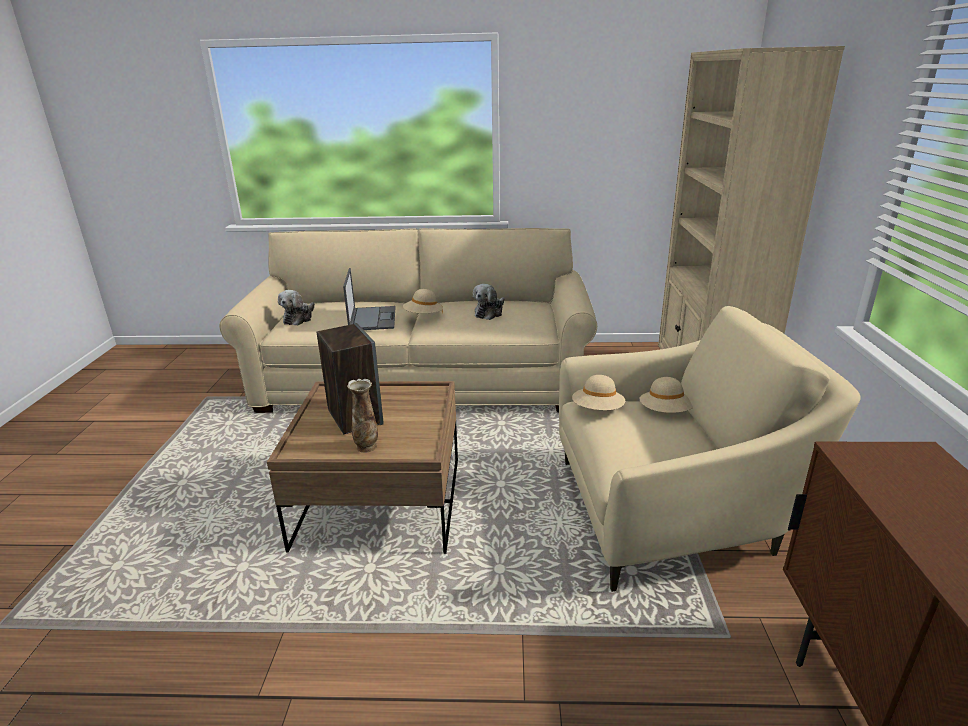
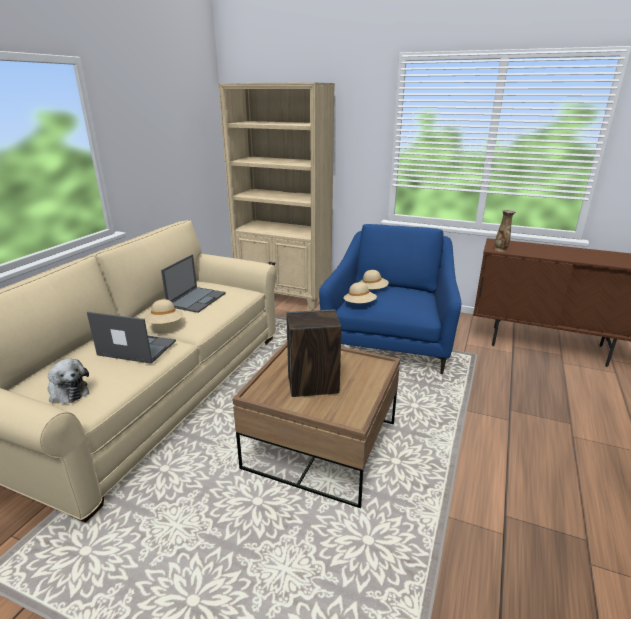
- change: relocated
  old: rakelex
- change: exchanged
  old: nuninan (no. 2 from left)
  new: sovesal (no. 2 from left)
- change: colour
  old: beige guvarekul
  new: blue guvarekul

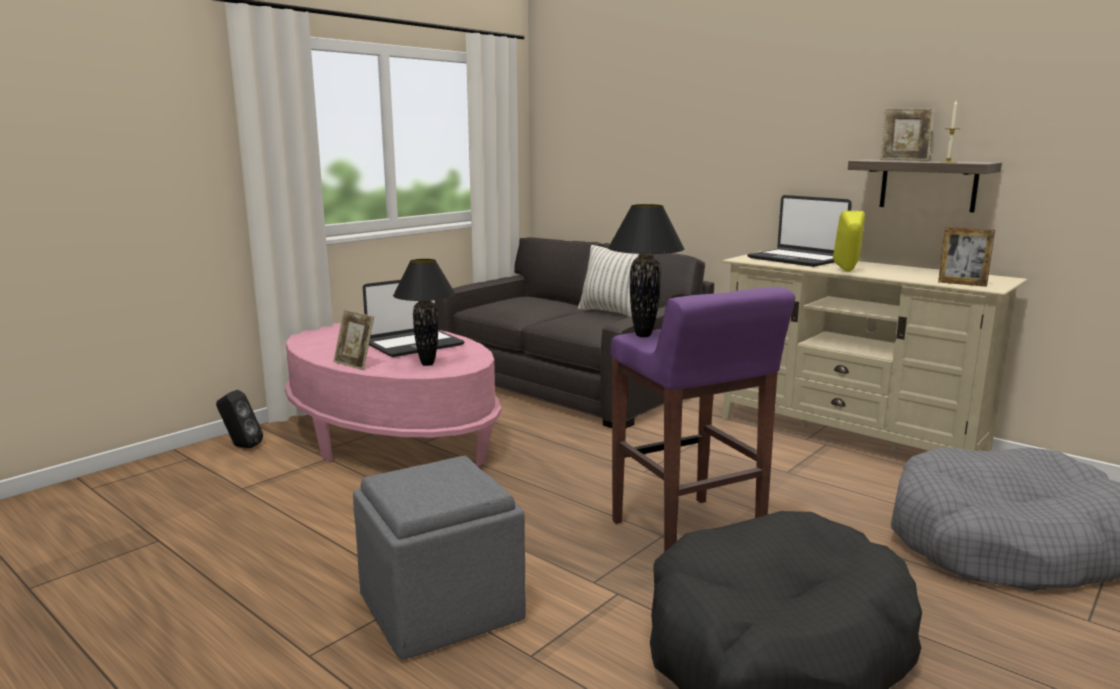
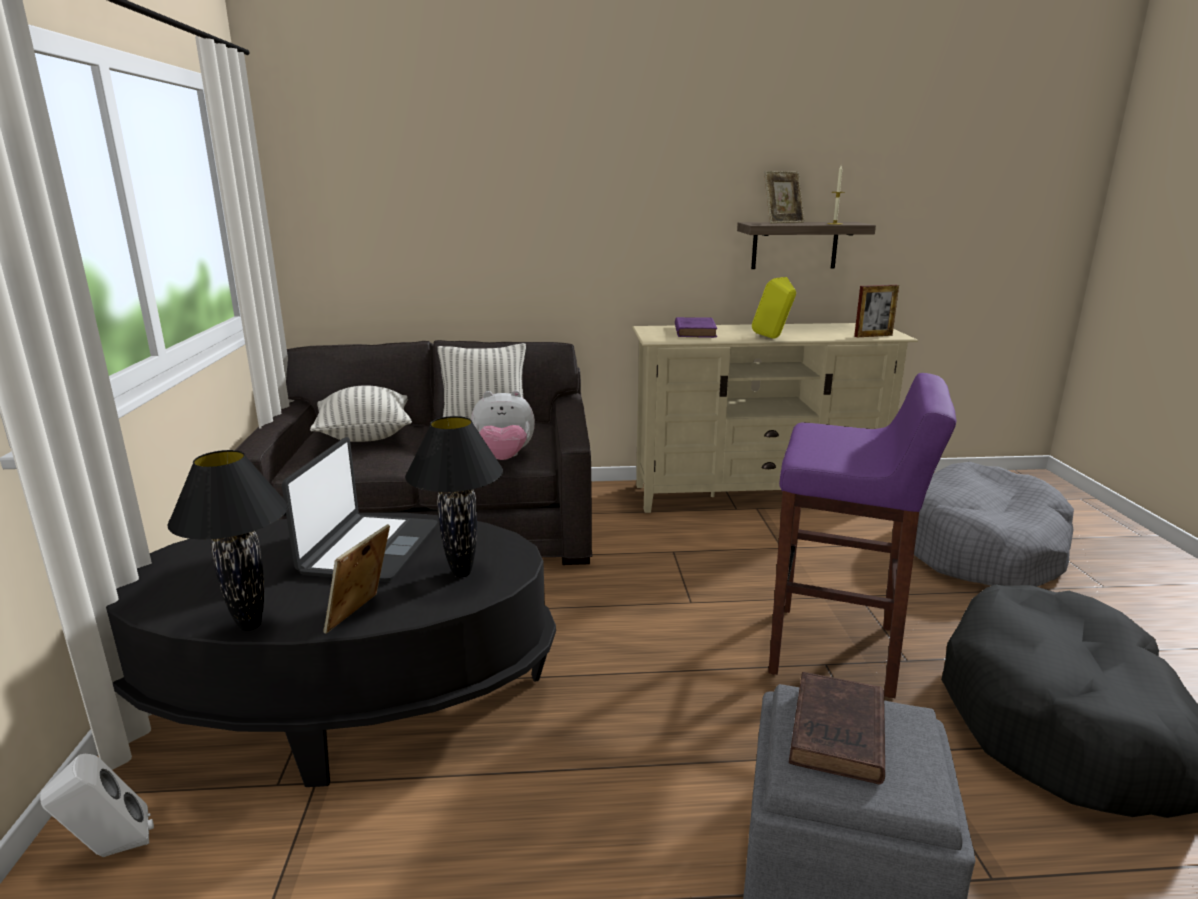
- change: colour
  old: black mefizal
  new: white mefizal
- change: colour
  old: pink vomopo
  new: black vomopo
- change: spun
  old: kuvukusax (no. 1 from left)
  degrees: 120
- change: relocated
  old: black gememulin (no. 2 from left in the first image)
  new: black gememulin (no. 1 from left)
- change: exchanged
  old: sovesal (no. 2 from left)
  new: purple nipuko
- change: appeared
  new: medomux (no. 1 from left)
- change: appeared
  new: nuninan
- change: appeared
  new: brown nipuko

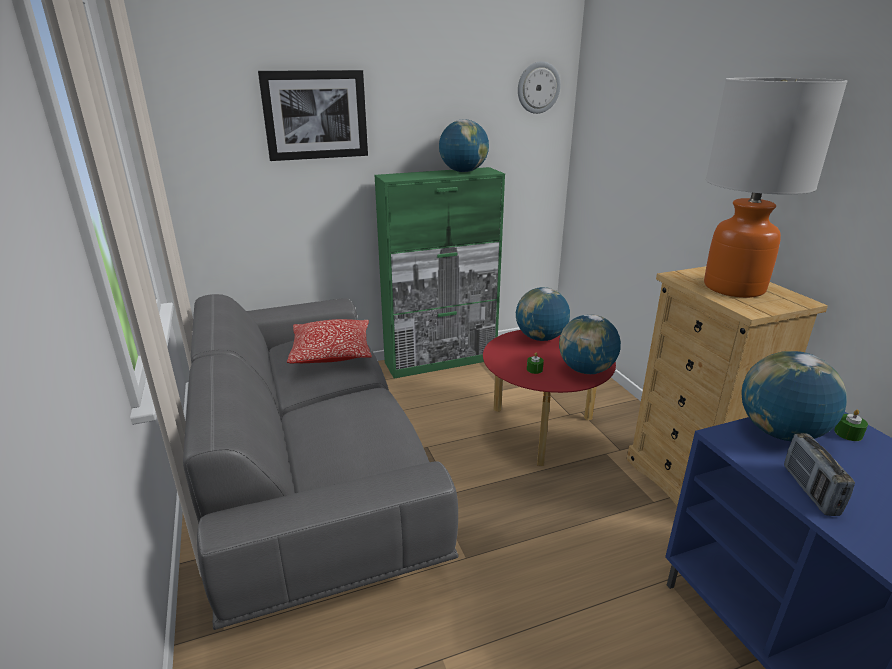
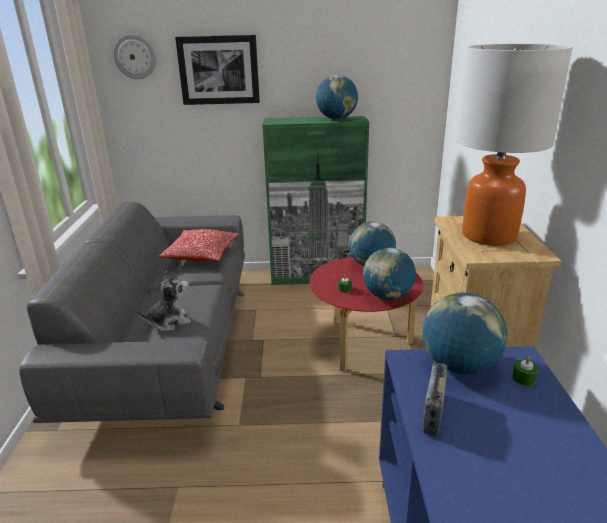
- change: relocated
  old: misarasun
- change: appeared
  new: nuninan

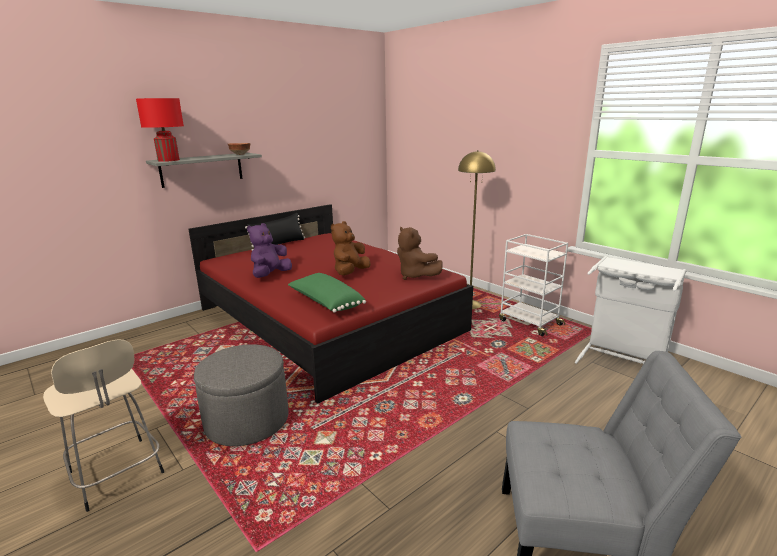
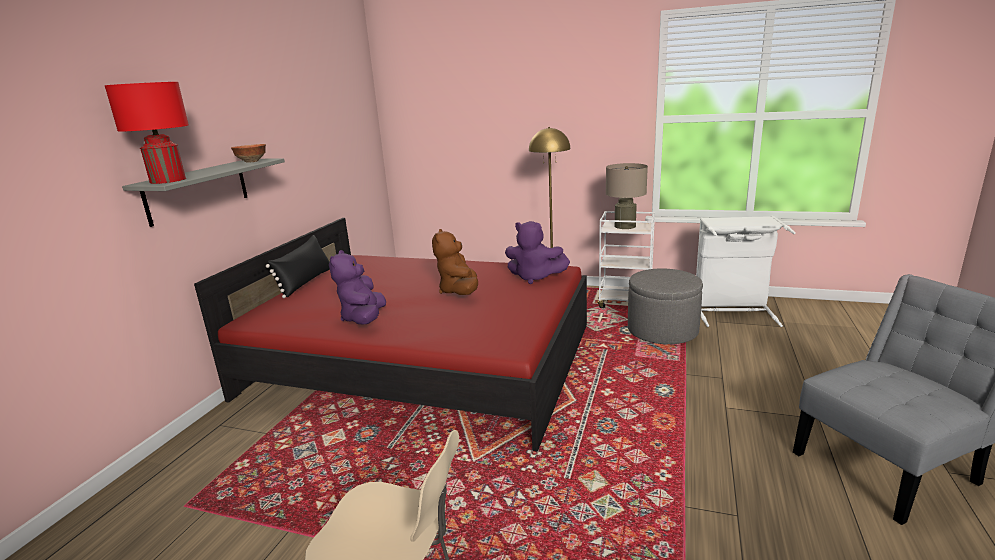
- change: relocated
  old: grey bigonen
- change: missing
  old: green medomux
- change: colour
  old: brown nuninan (no. 2 from left)
  new: purple nuninan (no. 2 from left)
- change: appeared
  new: beige gememulin

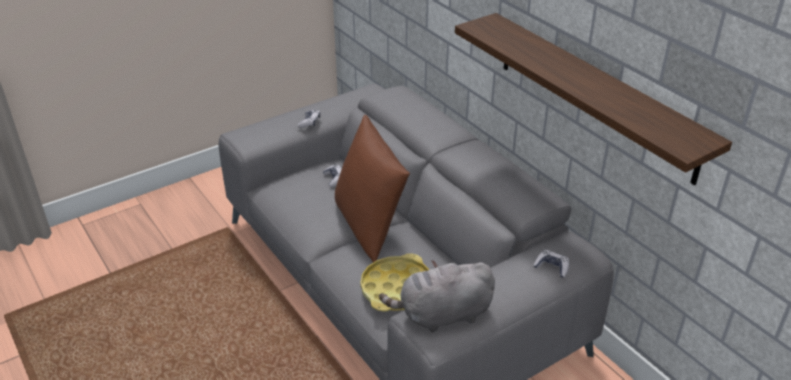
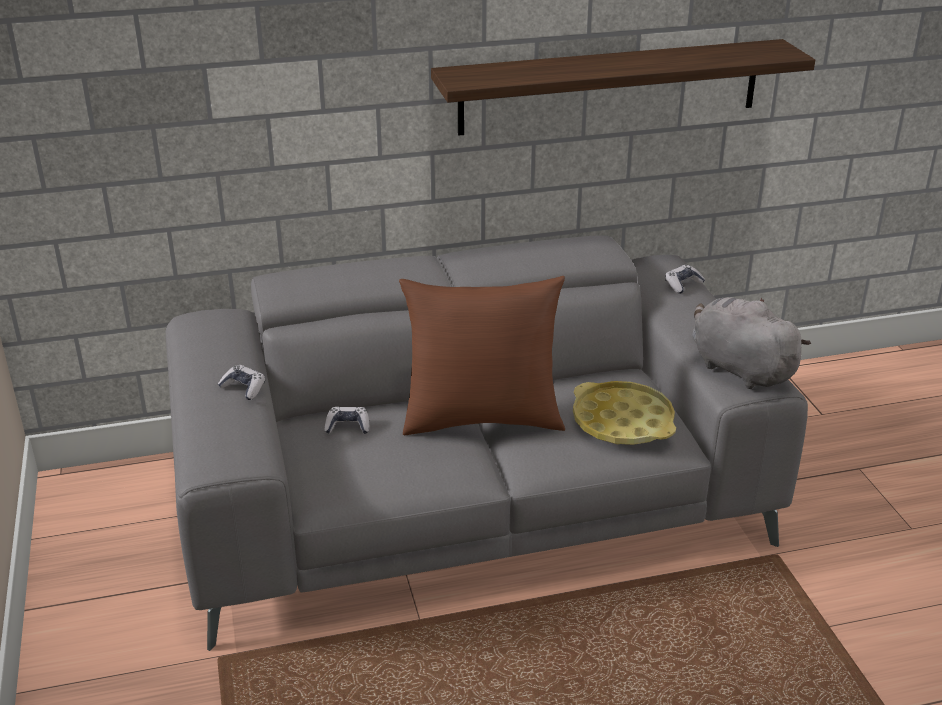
- change: spun
  old: grey nuninan
  degrees: 135

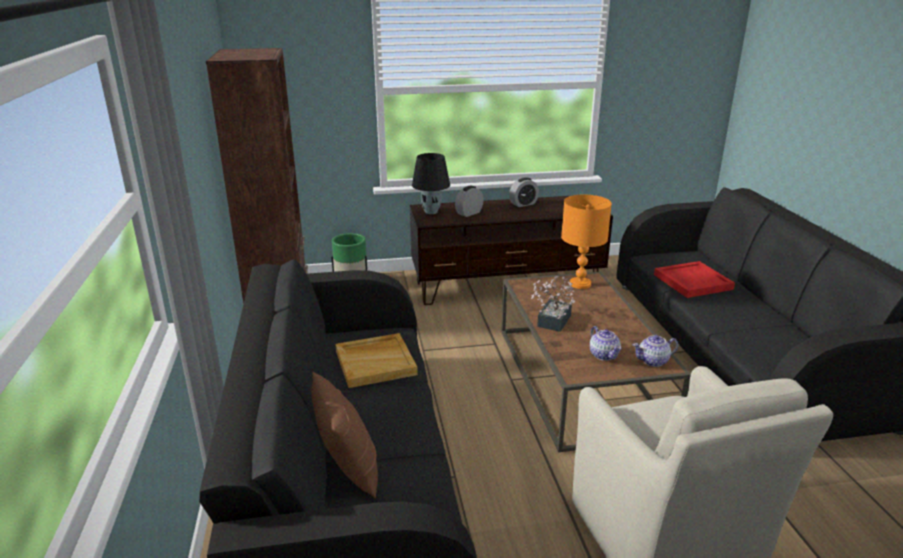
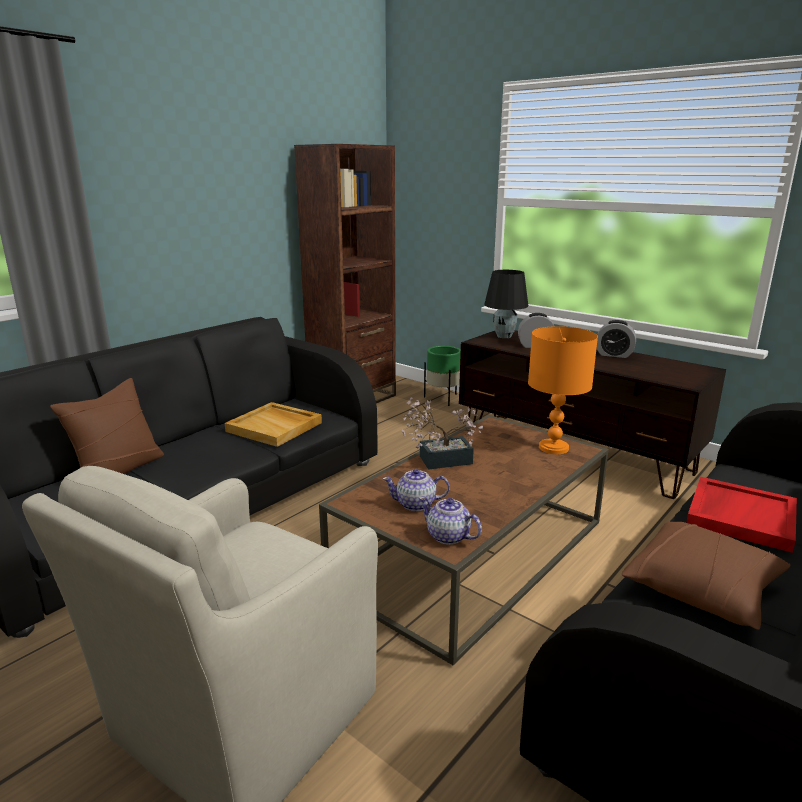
- change: spun
  old: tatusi (no. 1 from left)
  degrees: 60
- change: appeared
  new: brown medomux (no. 2 from left)

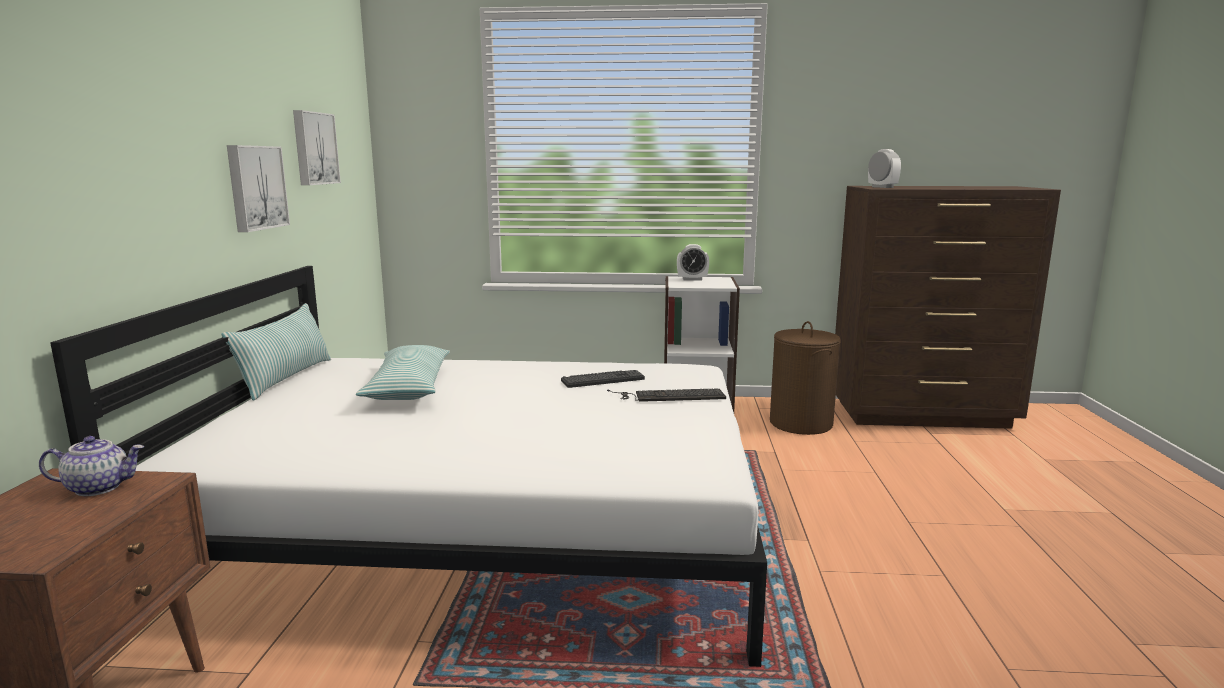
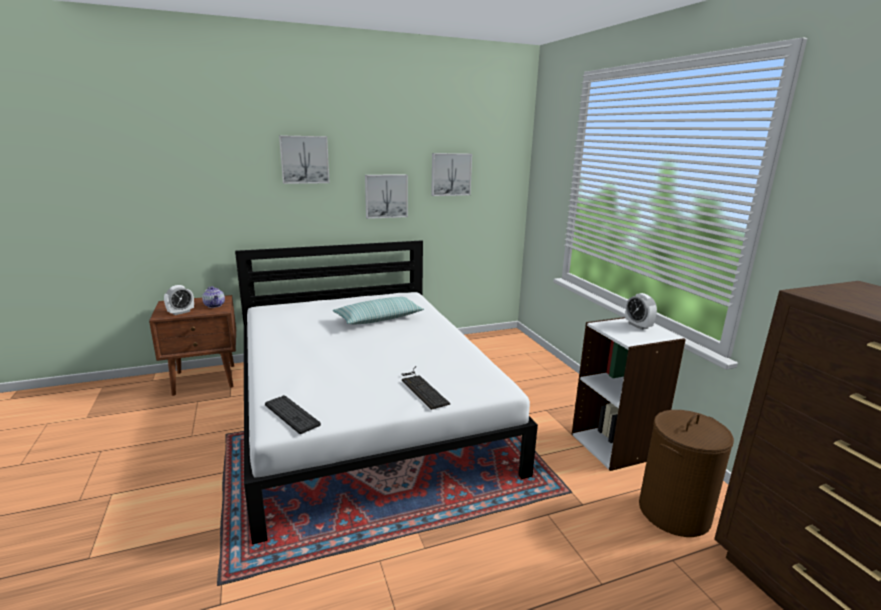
- change: missing
  old: medomux (no. 1 from left)
- change: relocated
  old: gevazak (no. 1 from left)
- change: relocated
  old: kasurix (no. 2 from left in the first image)
  new: kasurix (no. 1 from left)
- change: appeared
  new: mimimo (no. 1 from left)

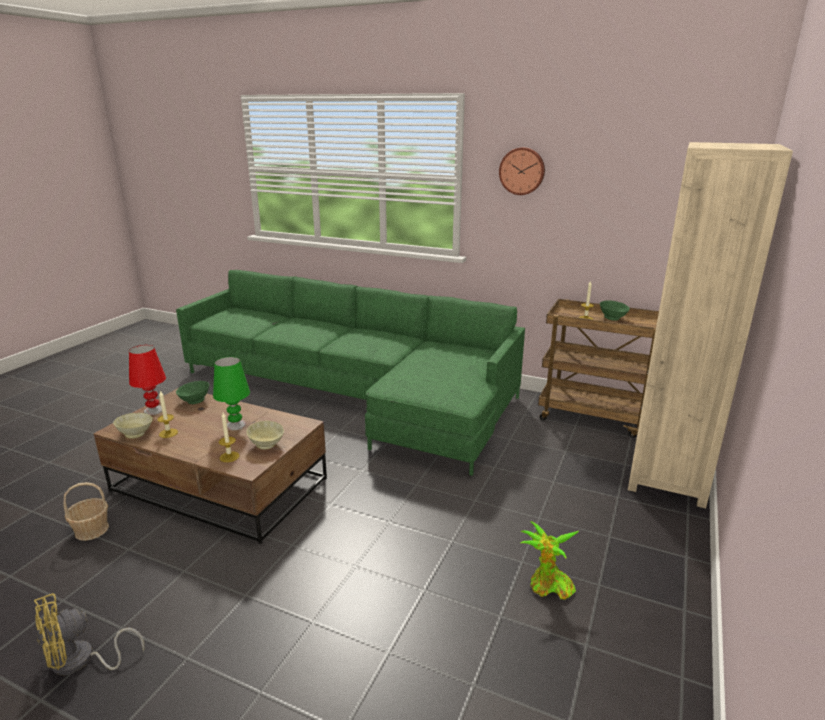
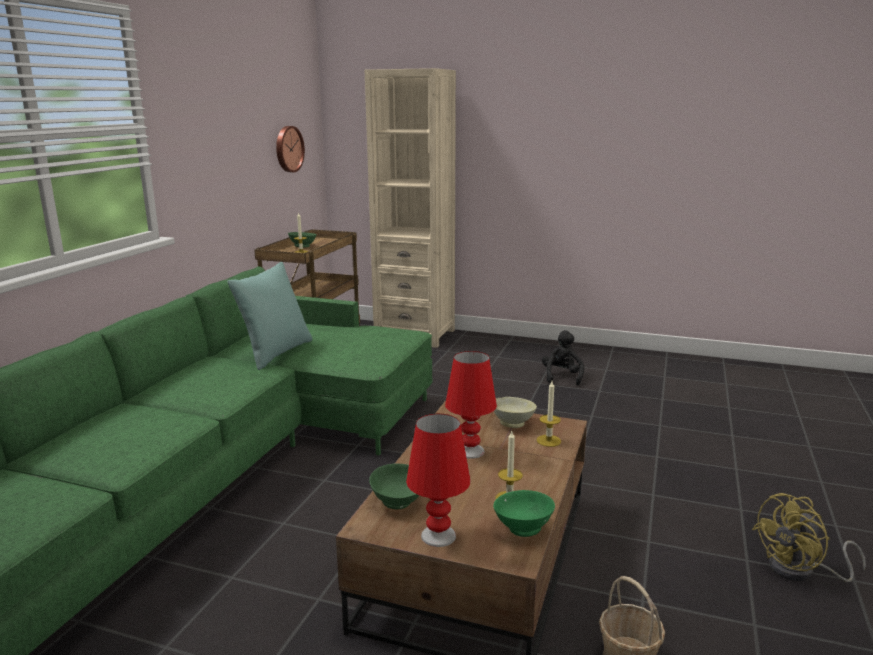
- change: spun
  old: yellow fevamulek
  degrees: 105
- change: colour
  old: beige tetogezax (no. 1 from left)
  new: green tetogezax (no. 3 from left)
- change: colour
  old: green gememulin
  new: red gememulin (no. 2 from left)
- change: relocated
  old: misarasun
- change: exchanged
  old: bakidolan
  new: black nuninan
- change: appeared
  new: turquoise medomux

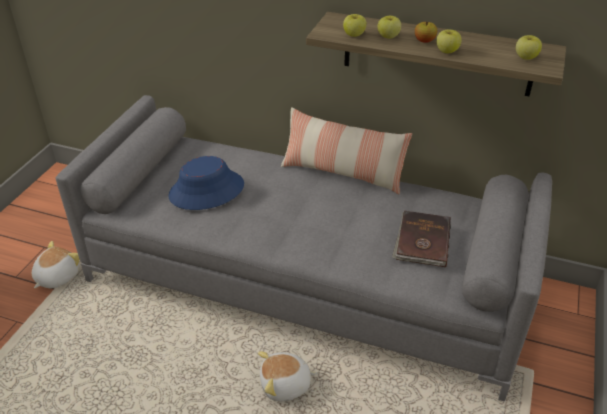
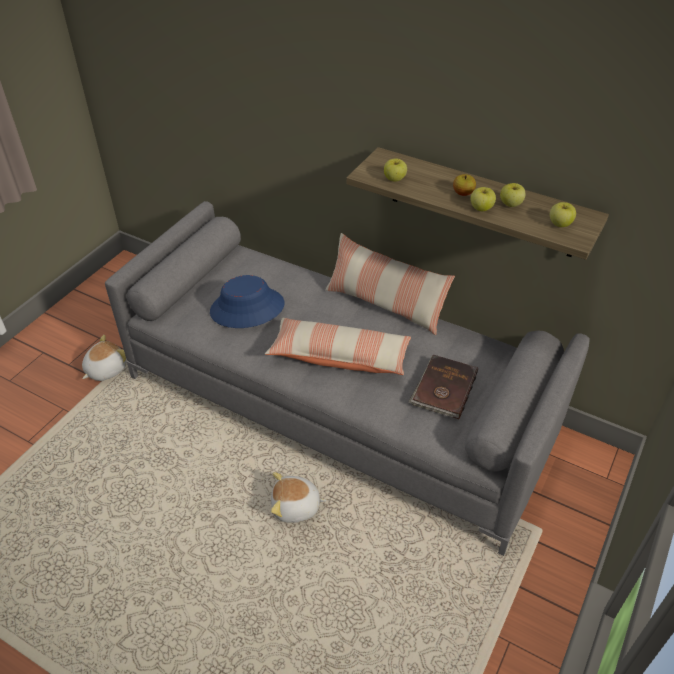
- change: relocated
  old: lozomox (no. 2 from left in the first image)
  new: lozomox (no. 4 from left)
- change: appeared
  new: medomux (no. 1 from left)

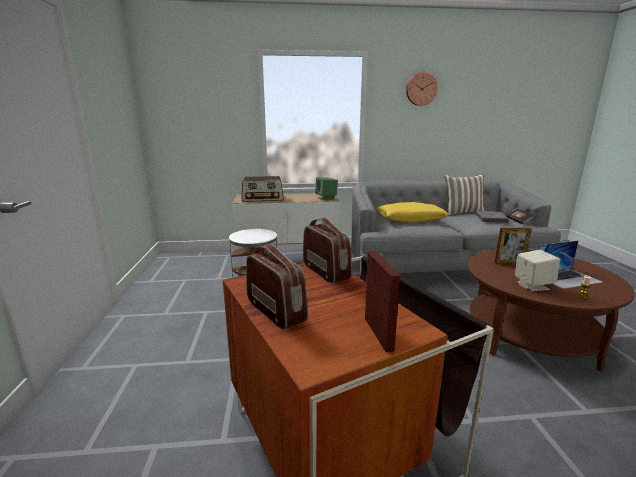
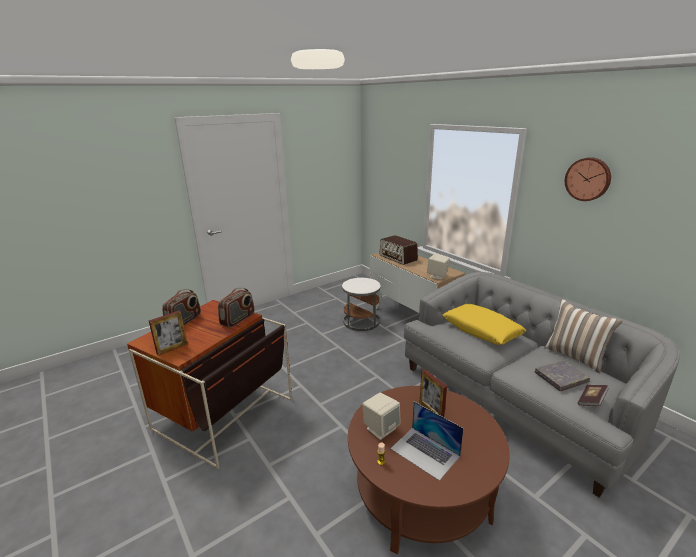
- change: colour
  old: green mefizal
  new: beige mefizal (no. 2 from left)

